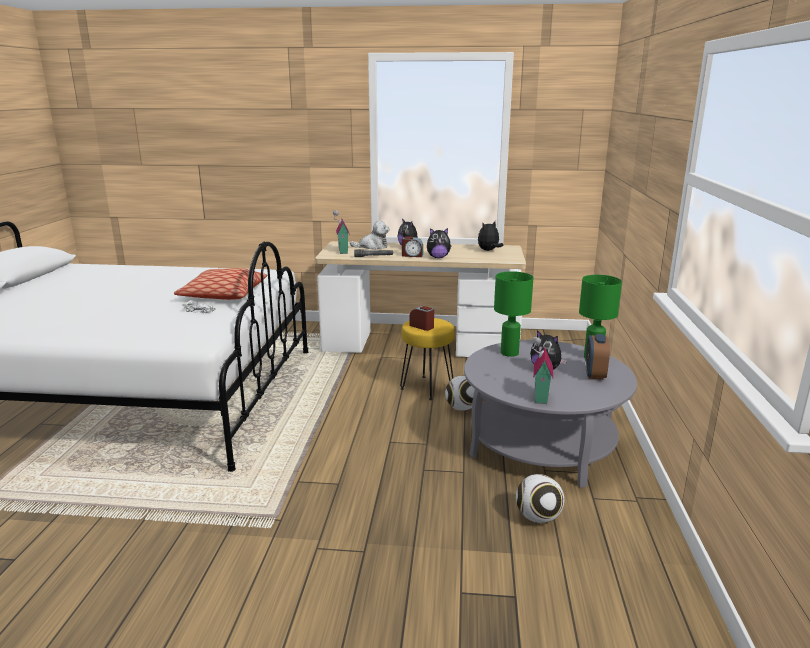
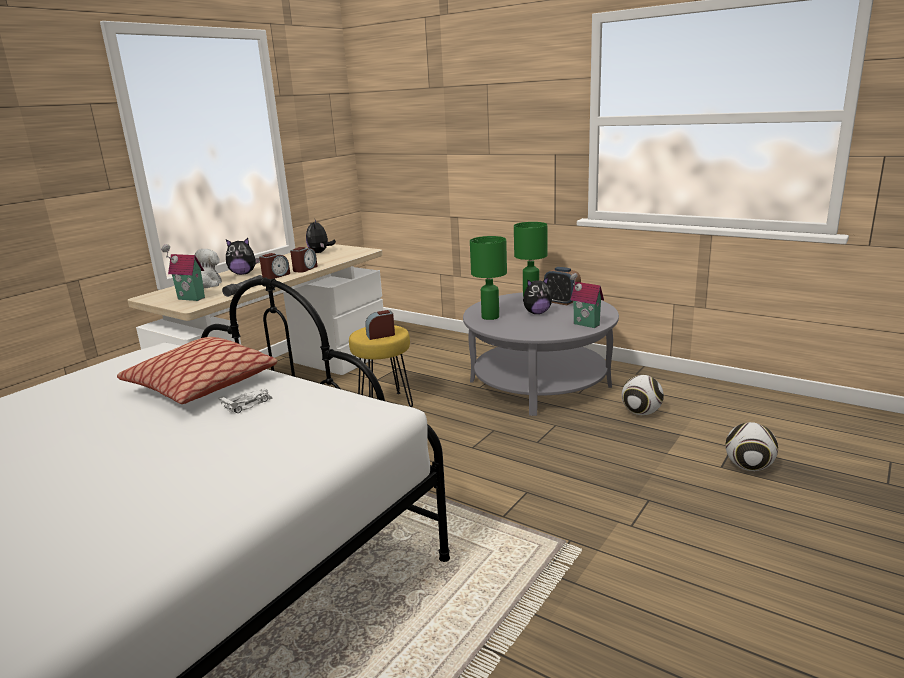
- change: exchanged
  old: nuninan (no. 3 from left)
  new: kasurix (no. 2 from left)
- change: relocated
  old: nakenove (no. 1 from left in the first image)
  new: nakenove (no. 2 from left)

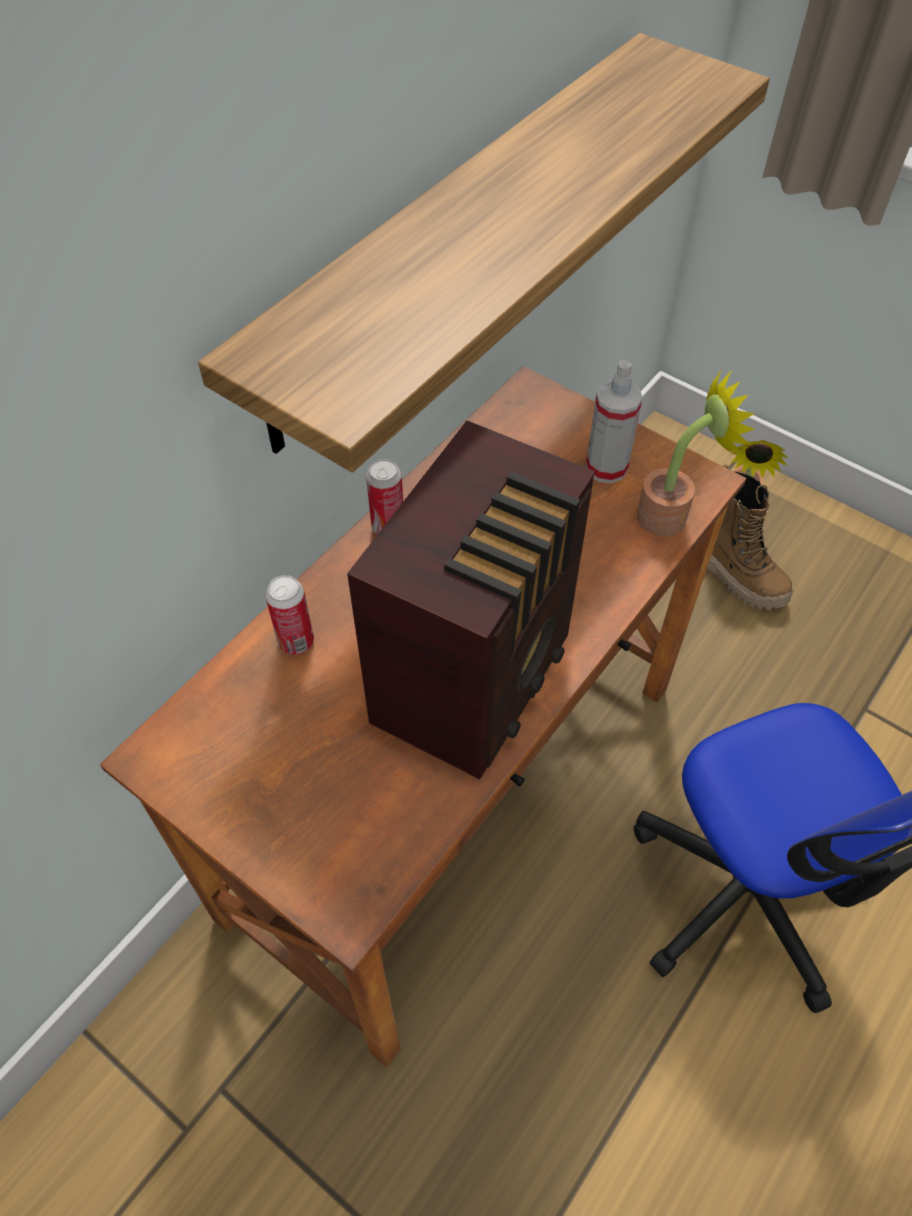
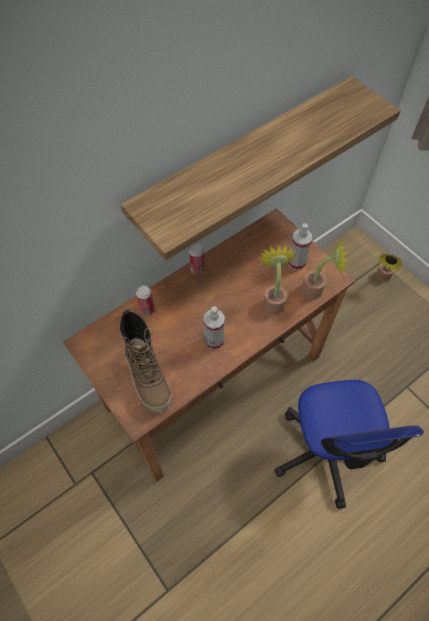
- change: exchanged
  old: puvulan
  new: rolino (no. 1 from left)
- change: relocated
  old: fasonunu
- change: appeared
  new: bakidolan (no. 1 from left)

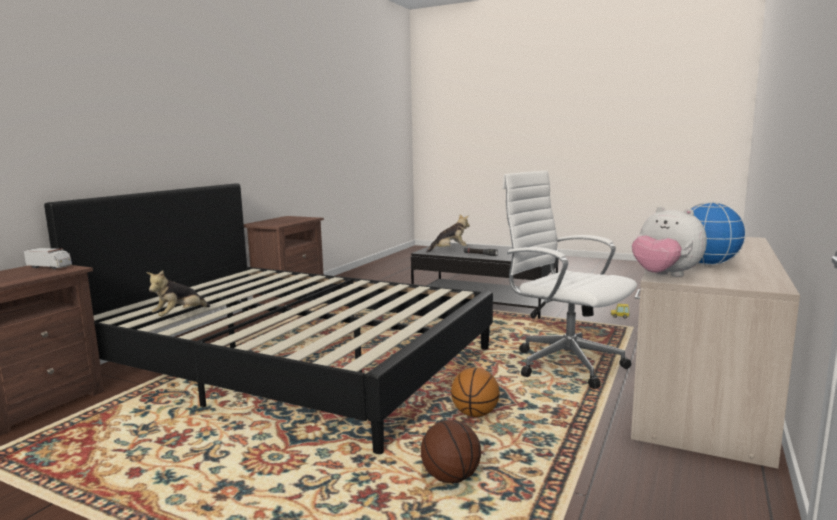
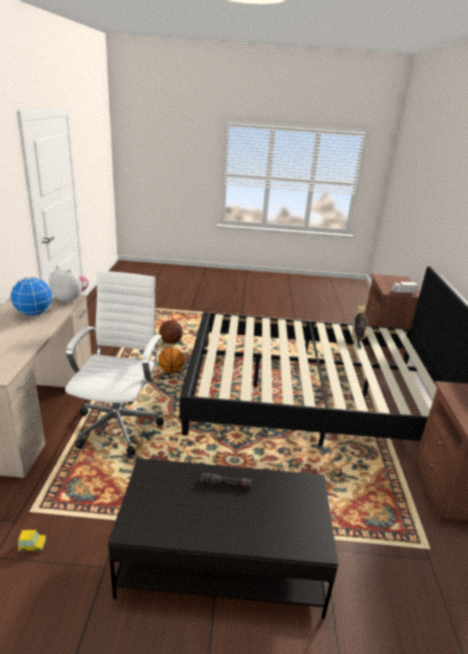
- change: missing
  old: nuninan (no. 2 from left)
- change: spun
  old: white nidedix
  degrees: -105

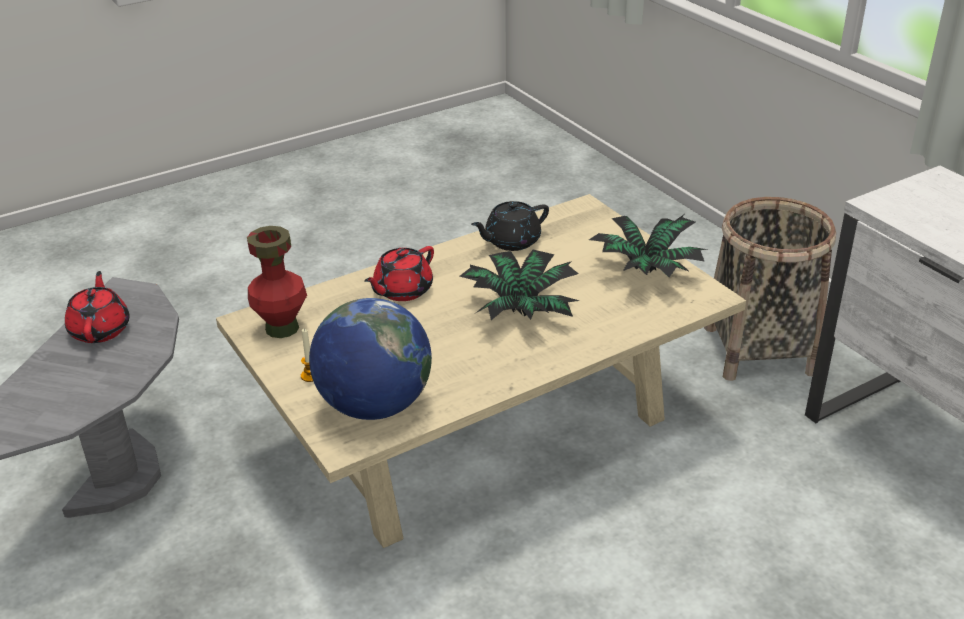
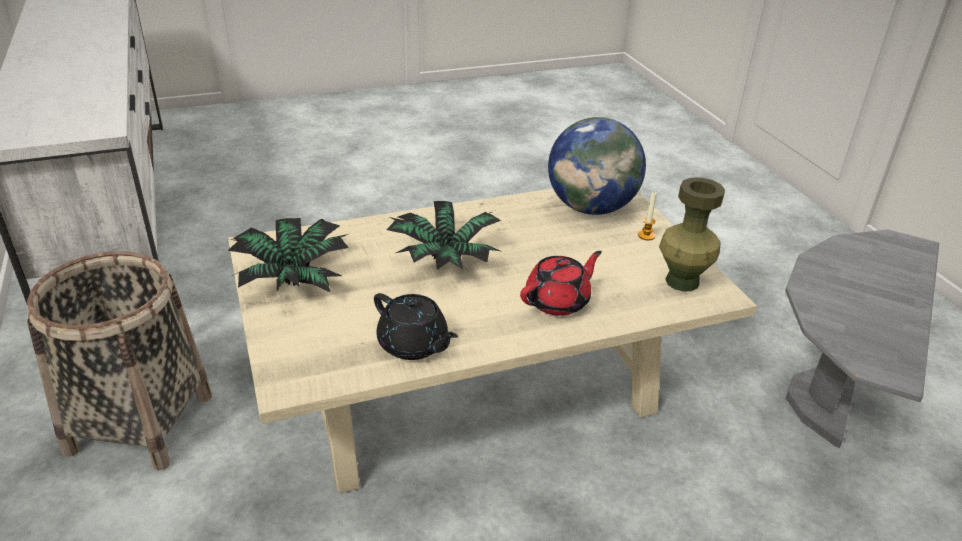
- change: missing
  old: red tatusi (no. 1 from left)
- change: colour
  old: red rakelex
  new: green rakelex
- change: spun
  old: black tatusi
  degrees: 60

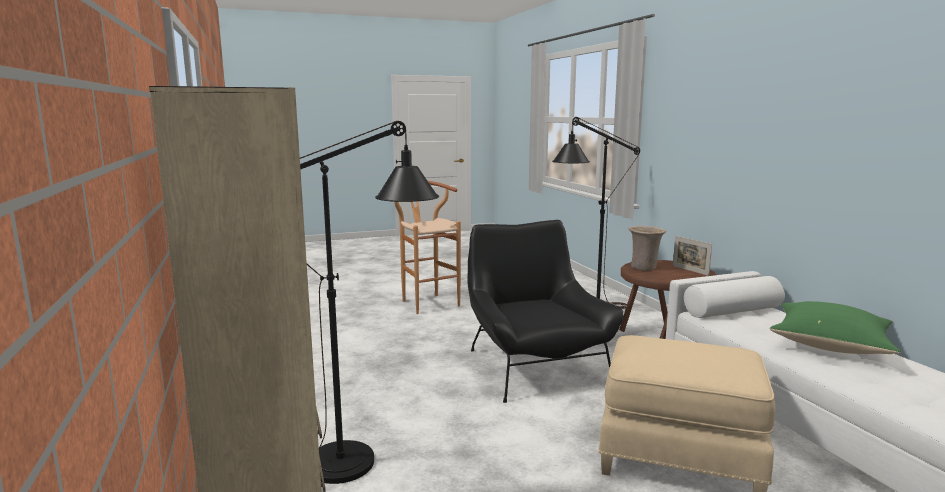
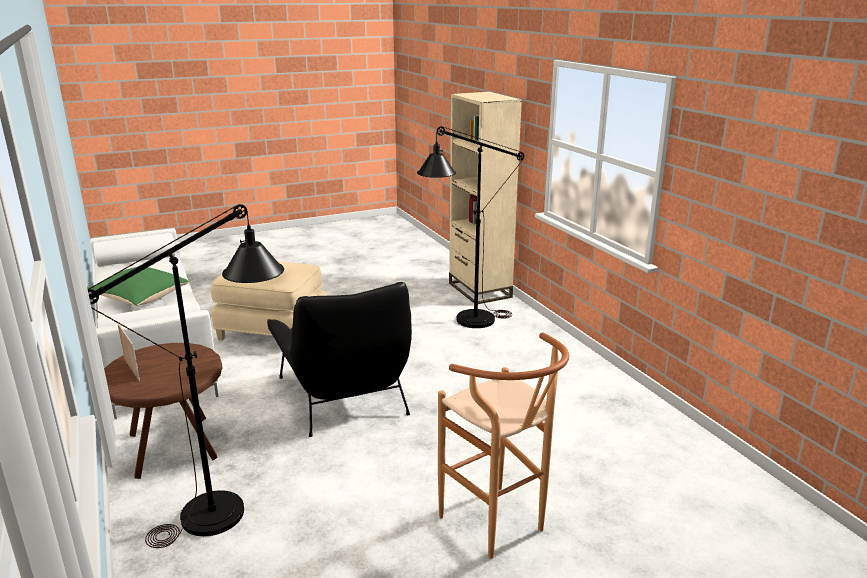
- change: missing
  old: beige rakelex

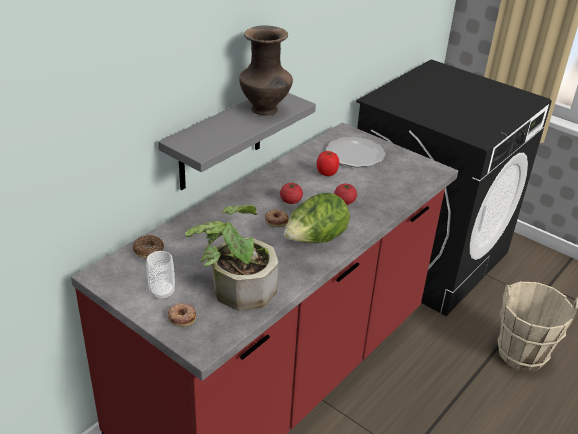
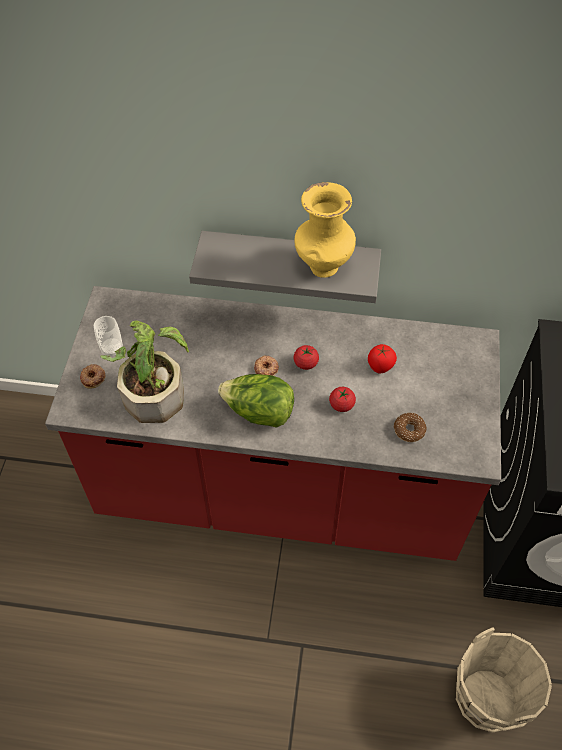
- change: relocated
  old: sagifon (no. 1 from left in the first image)
  new: sagifon (no. 3 from left)
- change: colour
  old: brown rakelex
  new: yellow rakelex
- change: missing
  old: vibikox

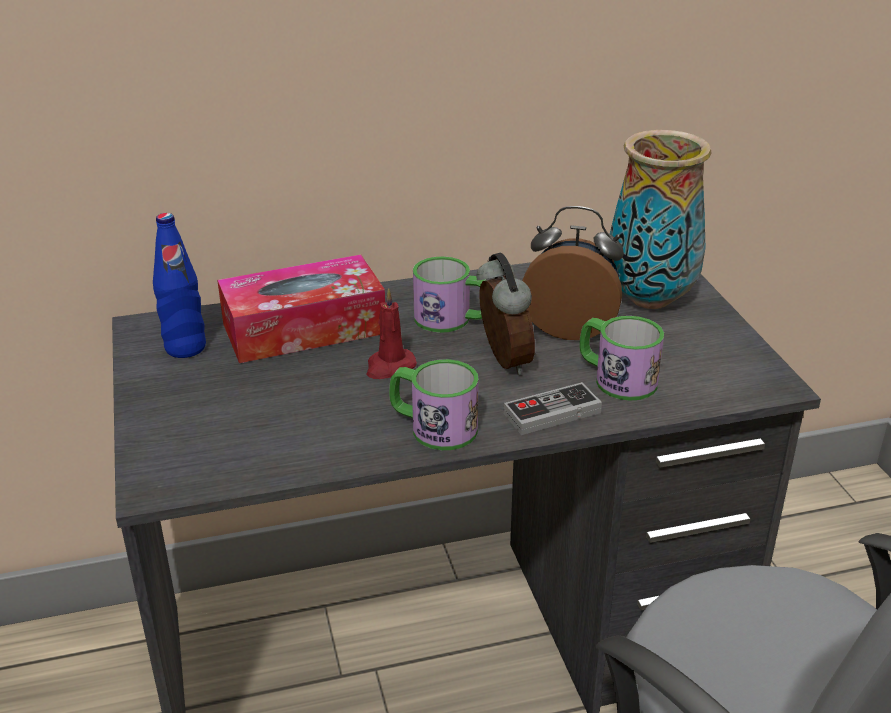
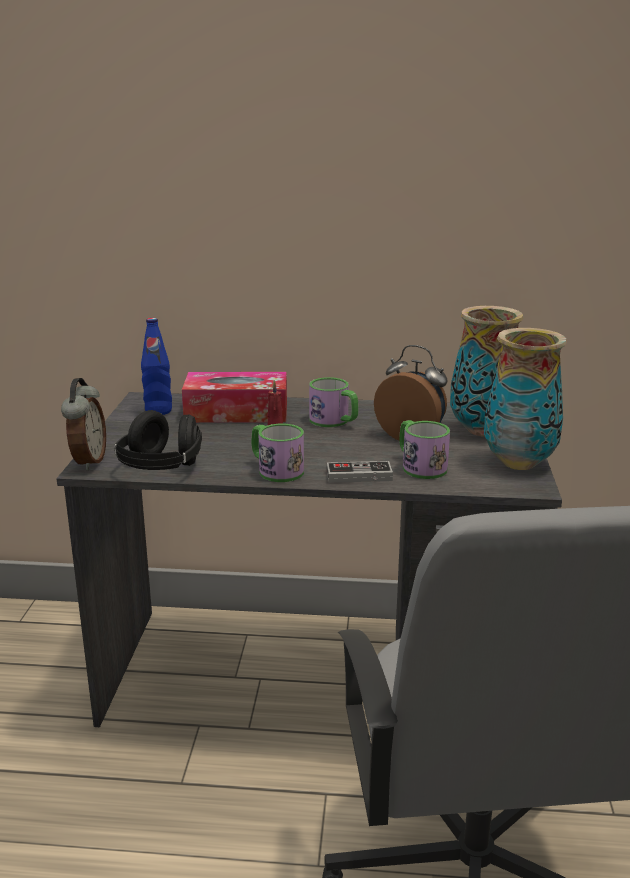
- change: relocated
  old: kasurix (no. 1 from left)
- change: appeared
  new: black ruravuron
- change: appeared
  new: rakelex (no. 2 from left)

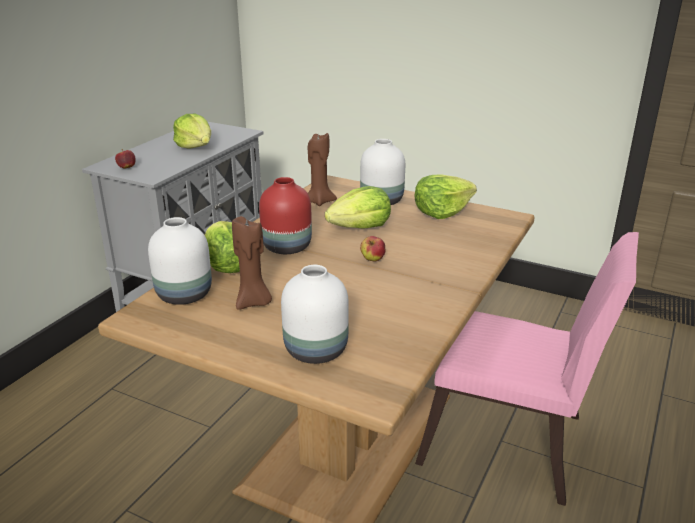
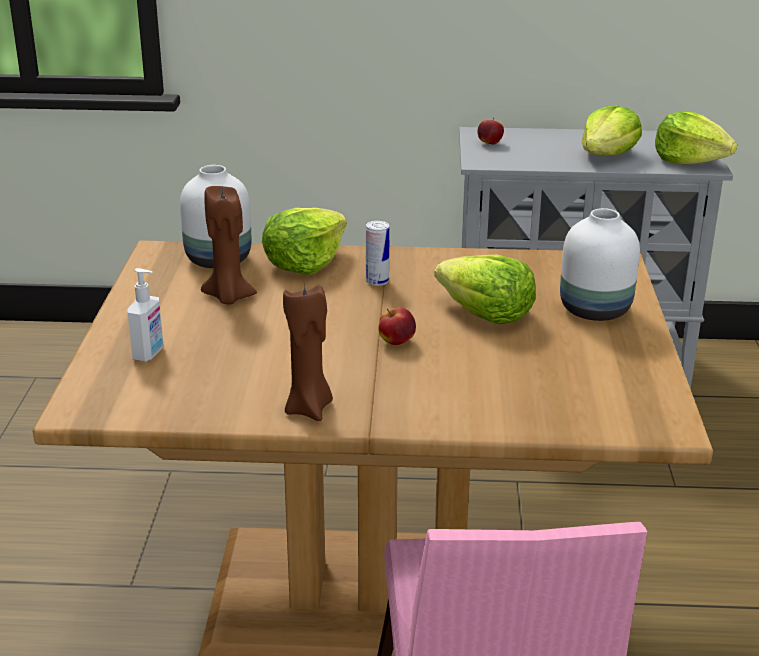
- change: exchanged
  old: red rakelex
  new: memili
- change: exchanged
  old: white rakelex (no. 2 from left)
  new: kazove
- change: relocated
  old: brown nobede (no. 2 from left)
- change: relocated
  old: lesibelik (no. 4 from left)

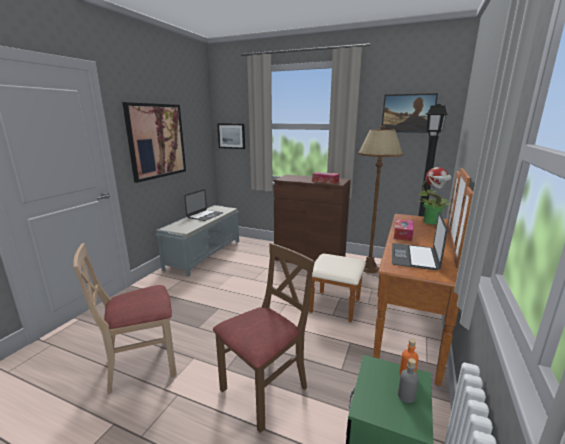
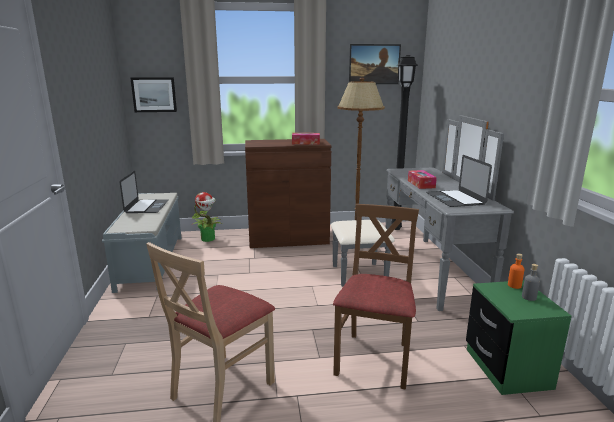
- change: missing
  old: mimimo (no. 1 from left)
- change: colour
  old: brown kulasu
  new: grey kulasu
- change: relocated
  old: bakidolan

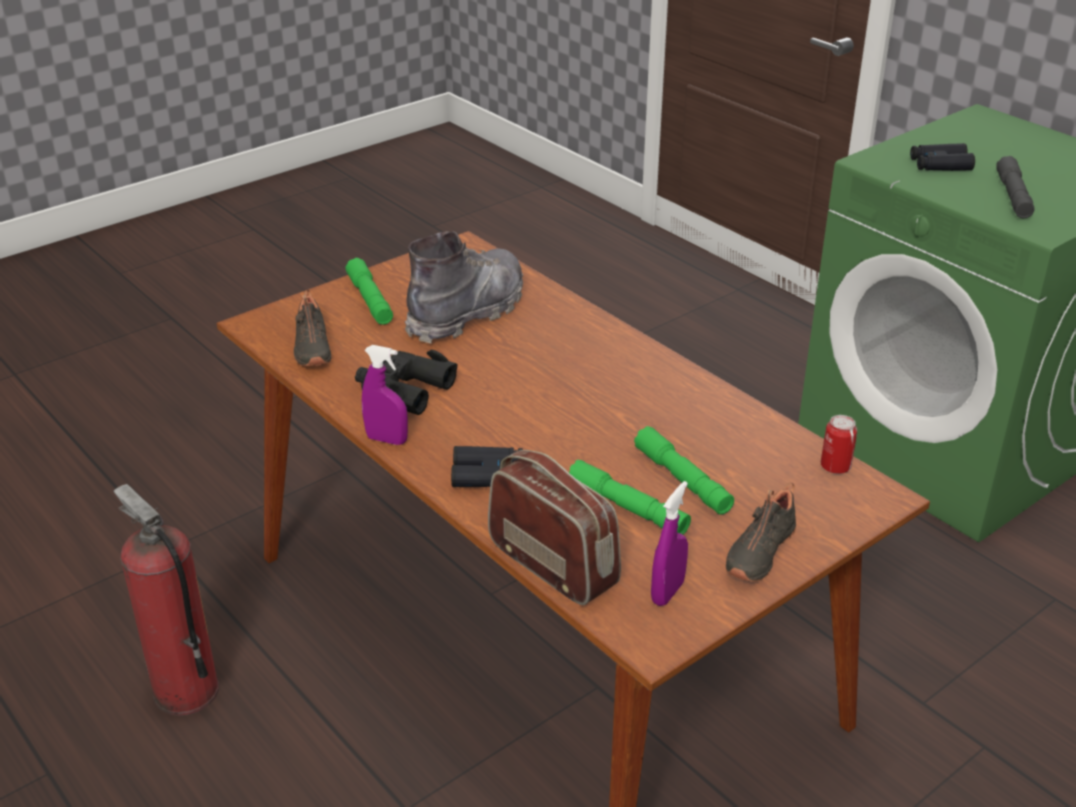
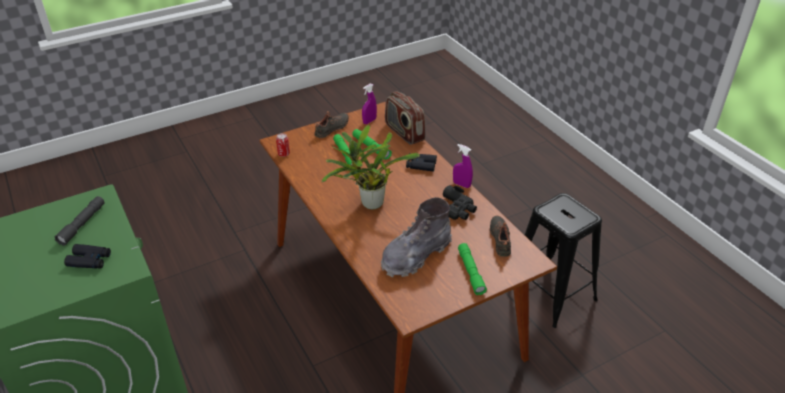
- change: exchanged
  old: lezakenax
  new: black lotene
- change: appeared
  new: bakidolan

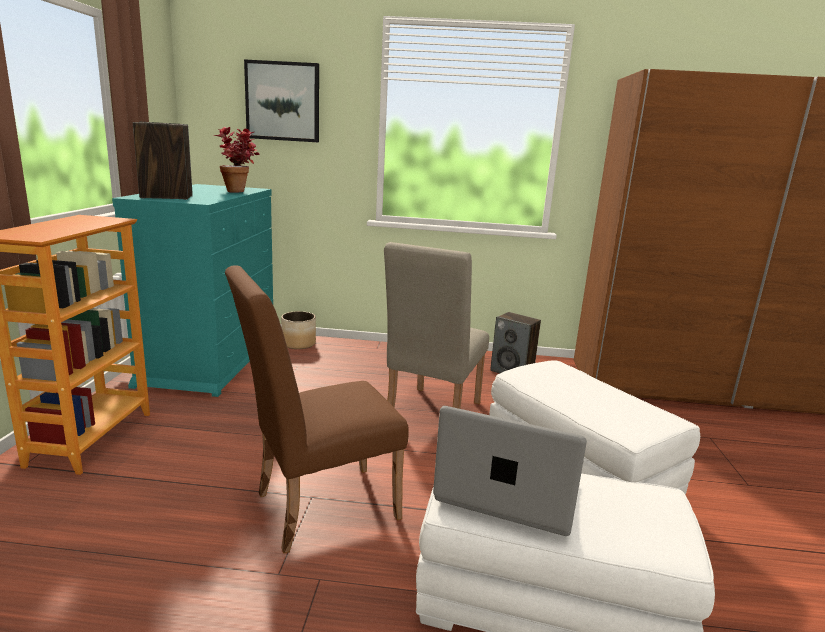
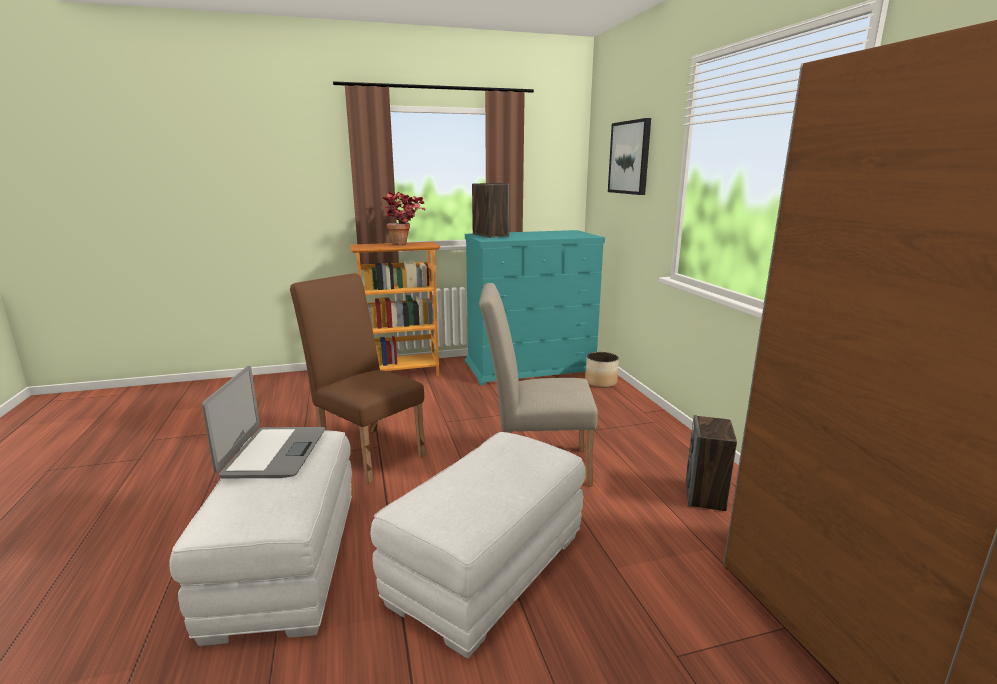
- change: relocated
  old: bakidolan

